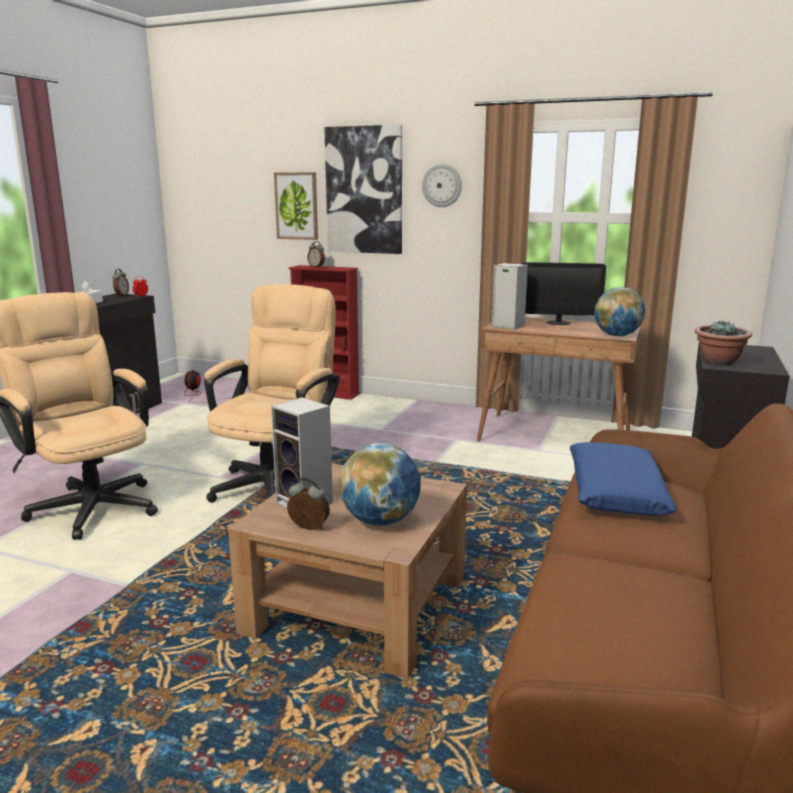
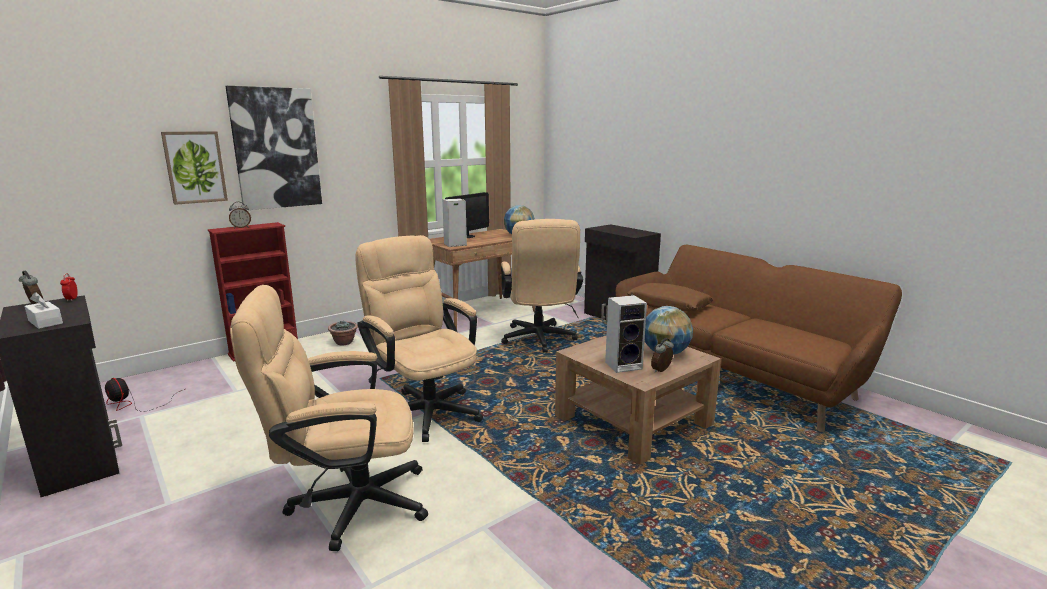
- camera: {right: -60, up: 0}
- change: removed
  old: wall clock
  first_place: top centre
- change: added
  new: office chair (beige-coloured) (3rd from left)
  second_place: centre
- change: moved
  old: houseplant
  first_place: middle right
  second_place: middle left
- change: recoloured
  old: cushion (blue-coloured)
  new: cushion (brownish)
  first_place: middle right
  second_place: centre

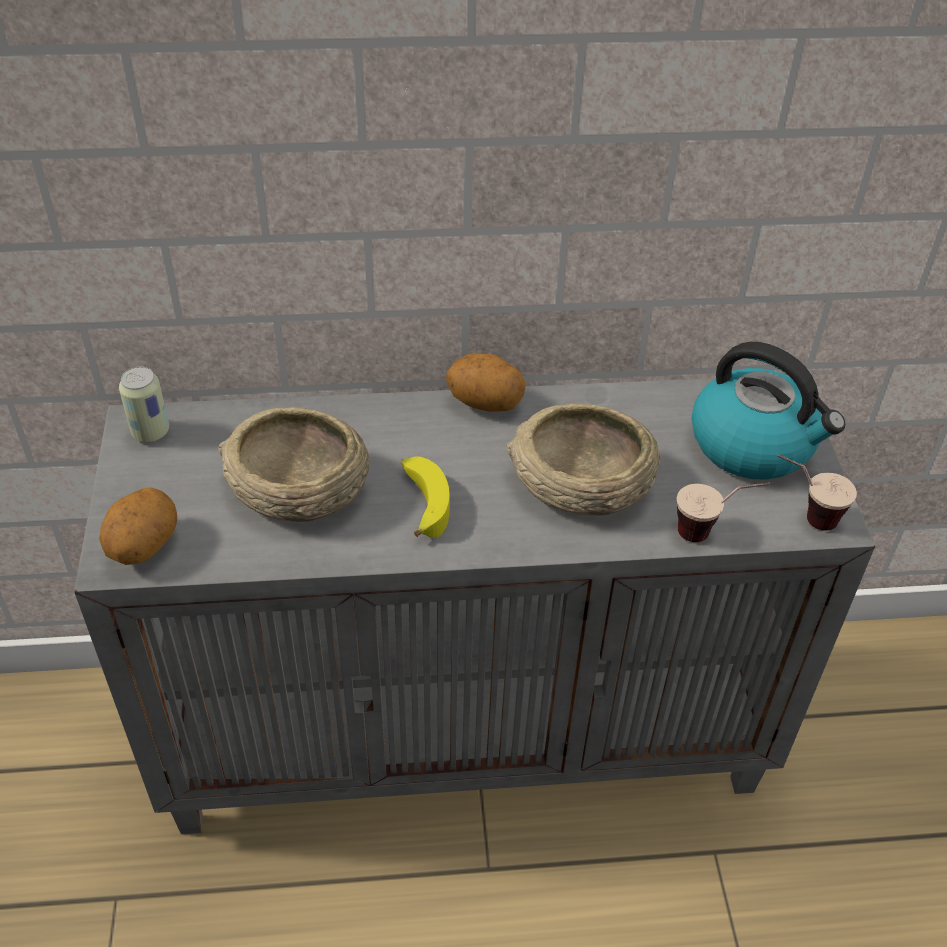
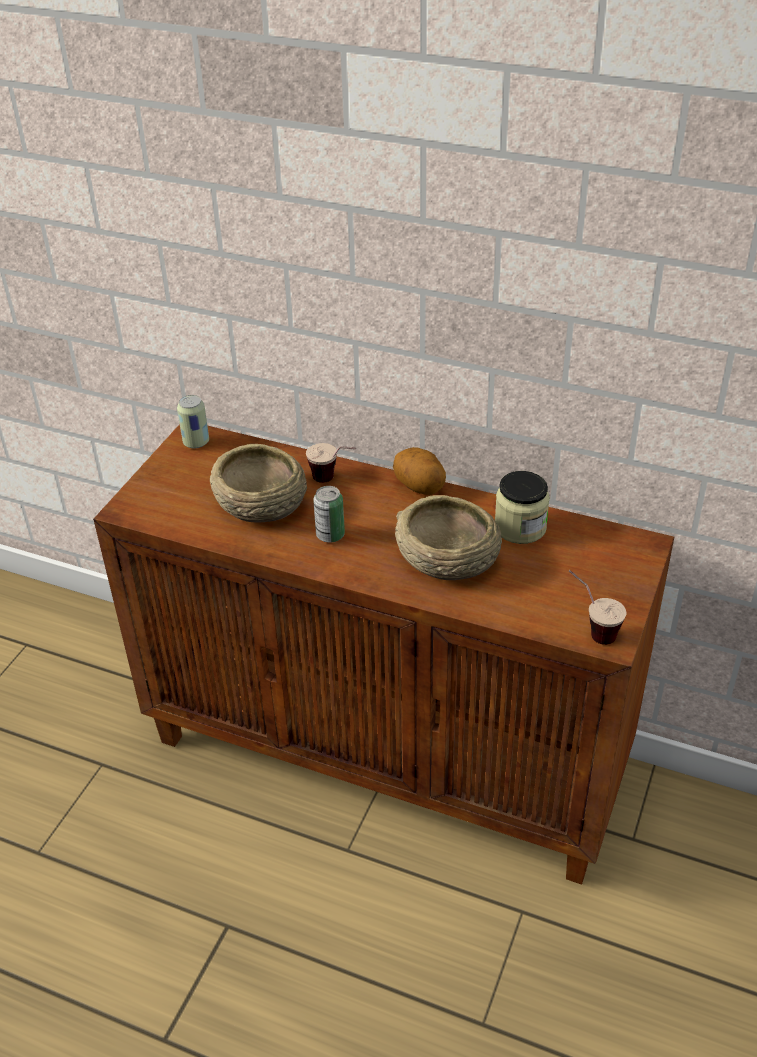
- camera: {right: 30, up: -5}
- change: removed
  old: whole potato (1st from left)
  first_place: middle left
- change: removed
  old: kettle
  first_place: middle right
- change: added
  new: storage jar
  second_place: middle right
- change: moved
  old: small cup (1st from left)
  first_place: middle right
  second_place: centre
- change: replaced
  old: whole banana
  new: can (2nd from left)
  first_place: centre
  second_place: centre
- change: recoloured
  old: storage cabinet (greyish)
  new: storage cabinet (brownish)
  first_place: centre
  second_place: centre

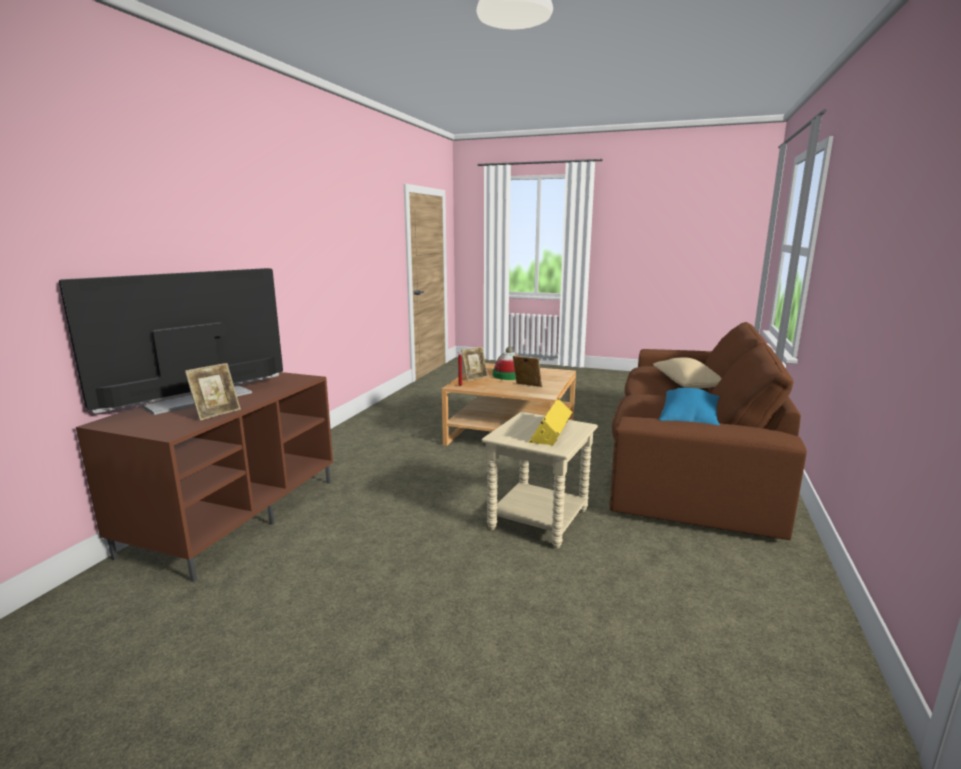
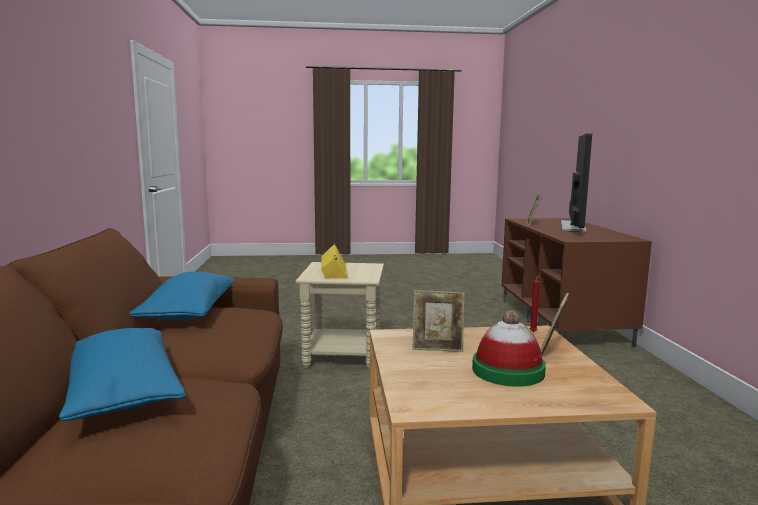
- camera: {right: 155, up: -5}
- change: recoloured
  old: cushion (beige-coloured)
  new: cushion (blue-coloured) (1st from left)
  first_place: middle right
  second_place: bottom left

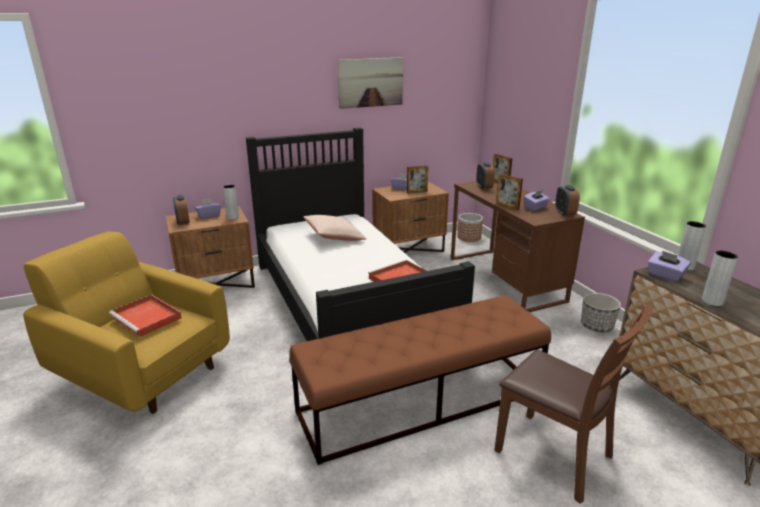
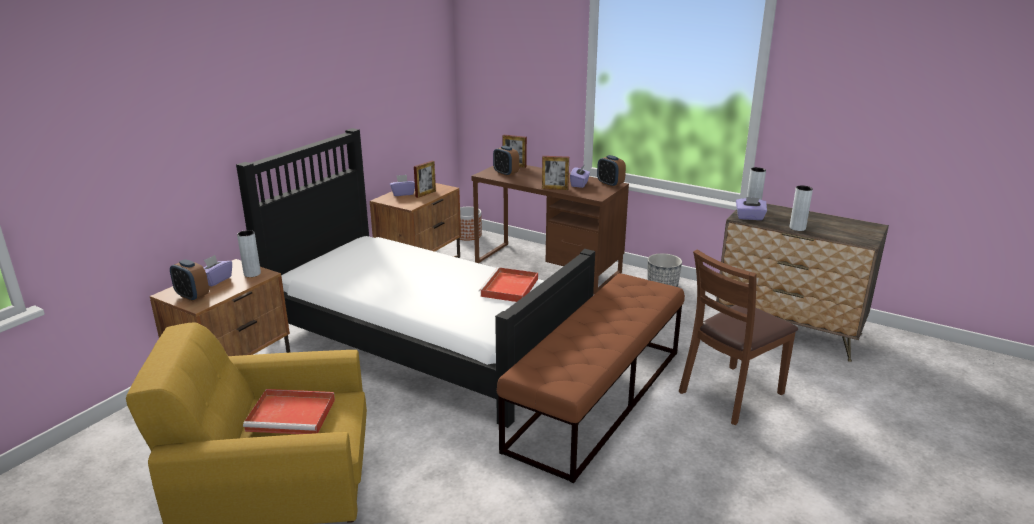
- camera: {right: -35, up: 0}
- change: removed
  old: cushion (beige-coloured)
  first_place: centre
- change: removed
  old: picture
  first_place: top centre
- change: turned
  old: upright chair (brownish)
  first_place: bottom right
  second_place: middle right
  degrees: 135

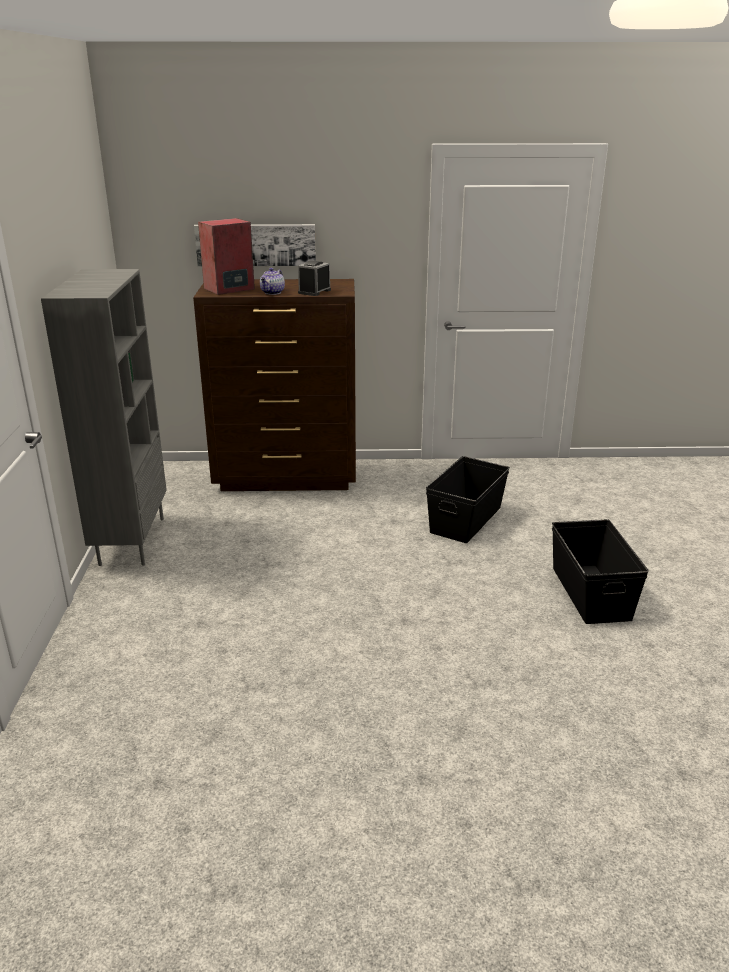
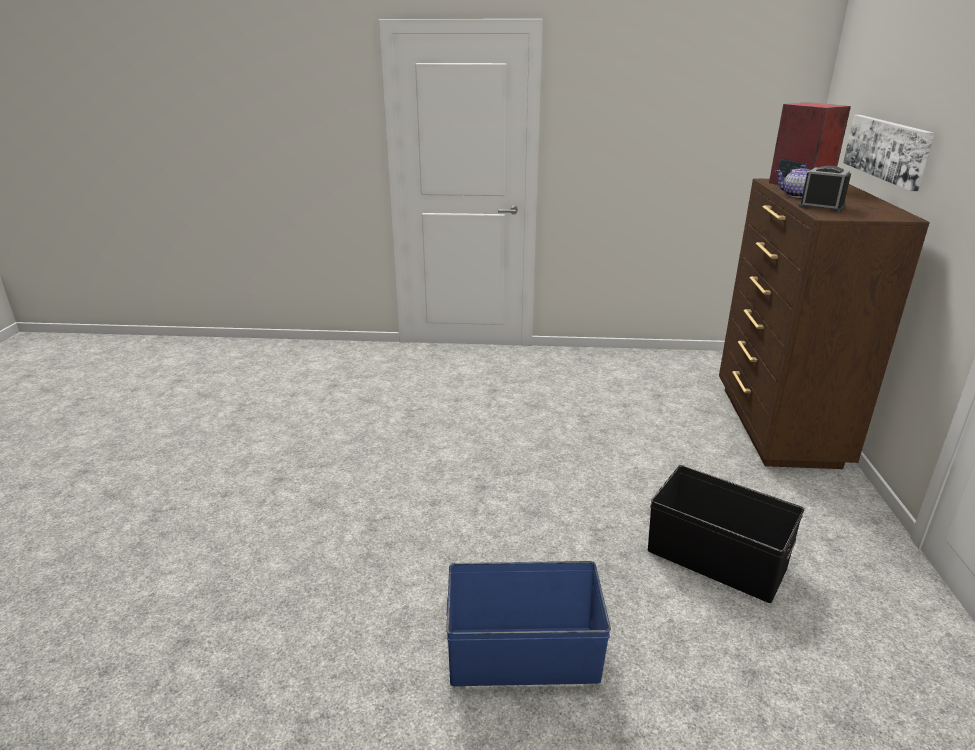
- camera: {right: 95, up: 0}
- change: removed
  old: shelving unit (greyish)
  first_place: middle left
- change: recoloured
  old: storage bin (black-coloured) (2nd from left)
  new: storage bin (blue-coloured)
  first_place: middle right
  second_place: bottom centre

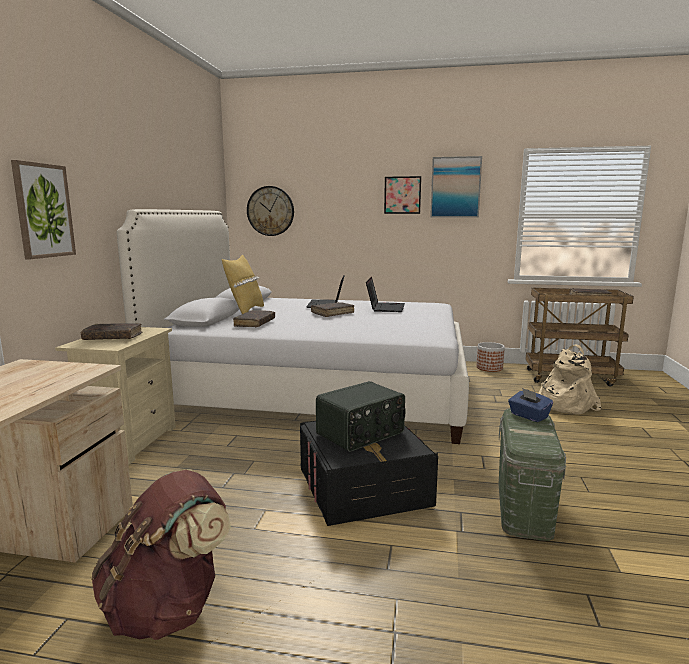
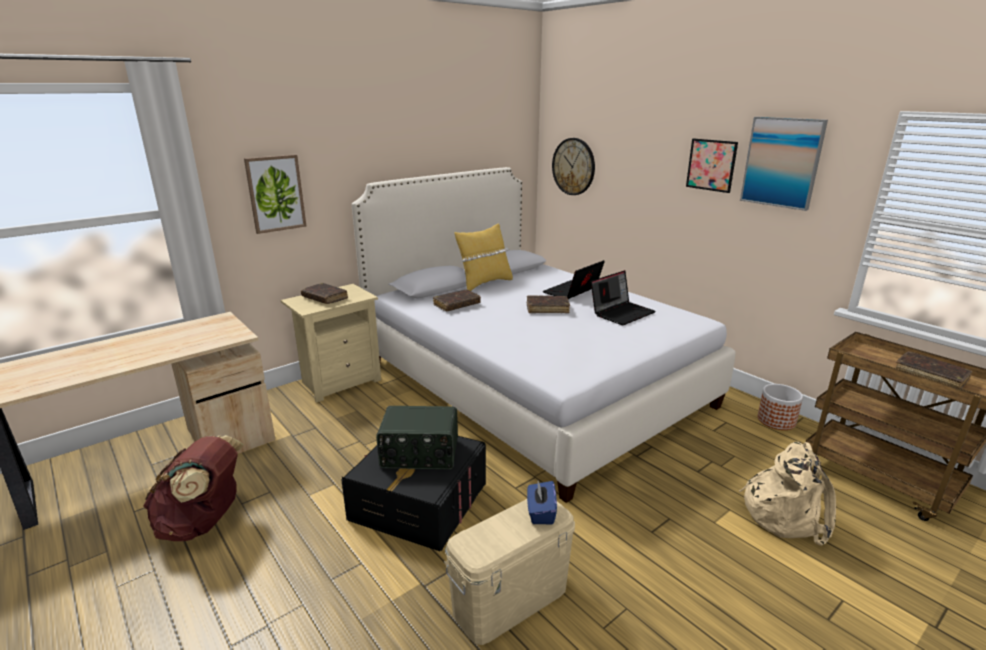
- camera: {right: 40, up: 10}
- change: recoloured
  old: storage bin (green)
  new: storage bin (beige-coloured)
  first_place: bottom right
  second_place: bottom centre

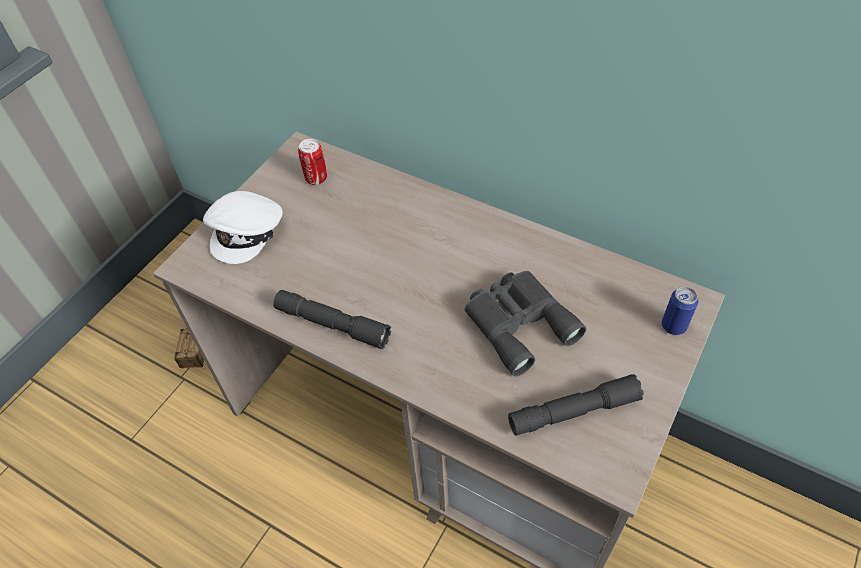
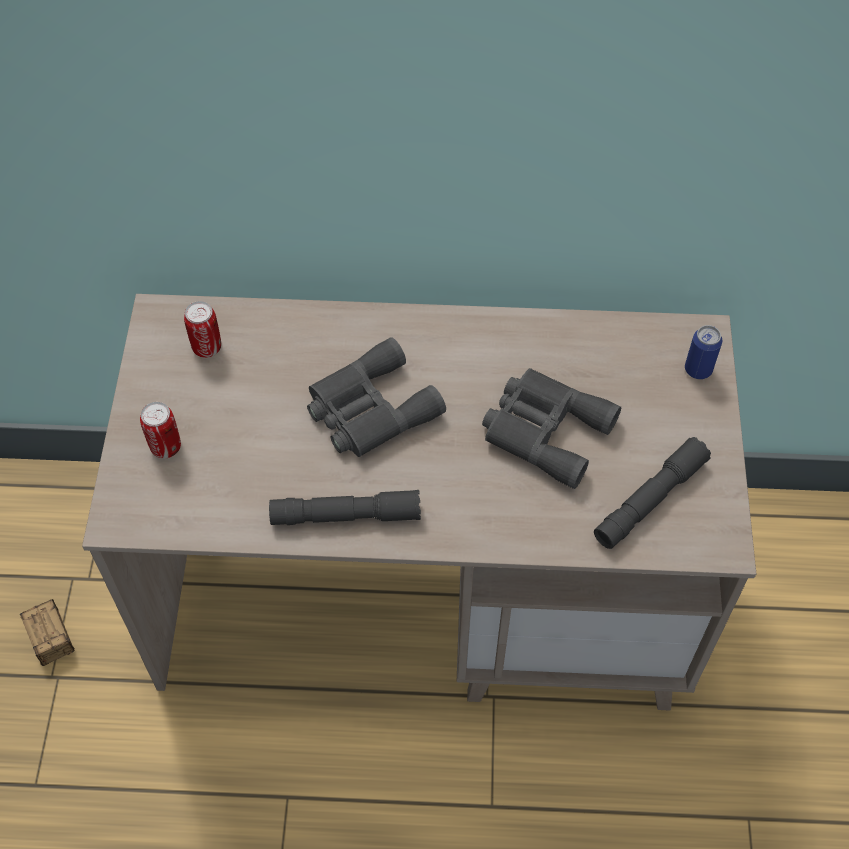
- camera: {right: -30, up: 5}
- change: added
  new: field glasses (greyish) (1st from left)
  second_place: centre
- change: replaced
  old: peaked cap (white-coloured)
  new: can (1st from left)
  first_place: middle left
  second_place: middle left

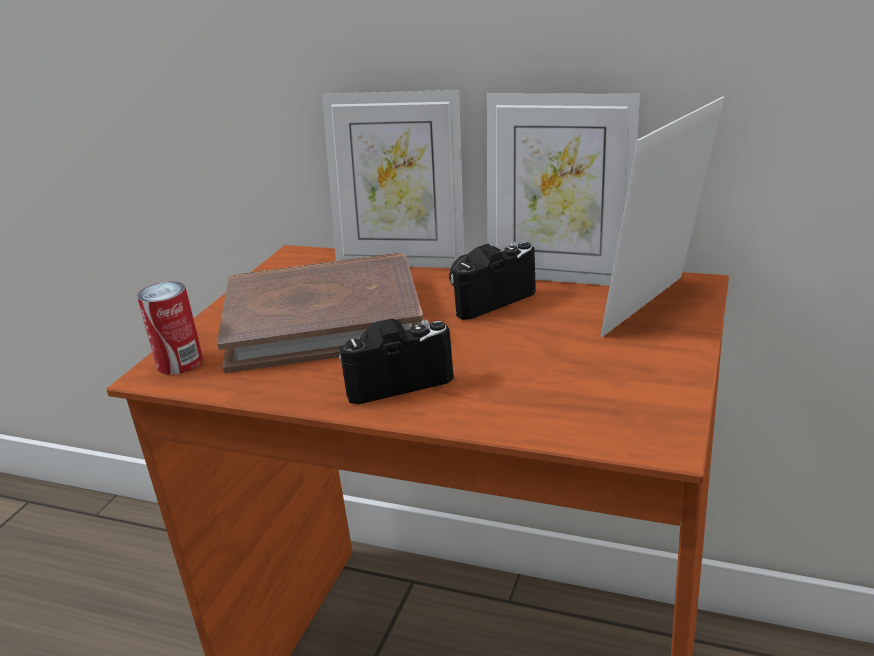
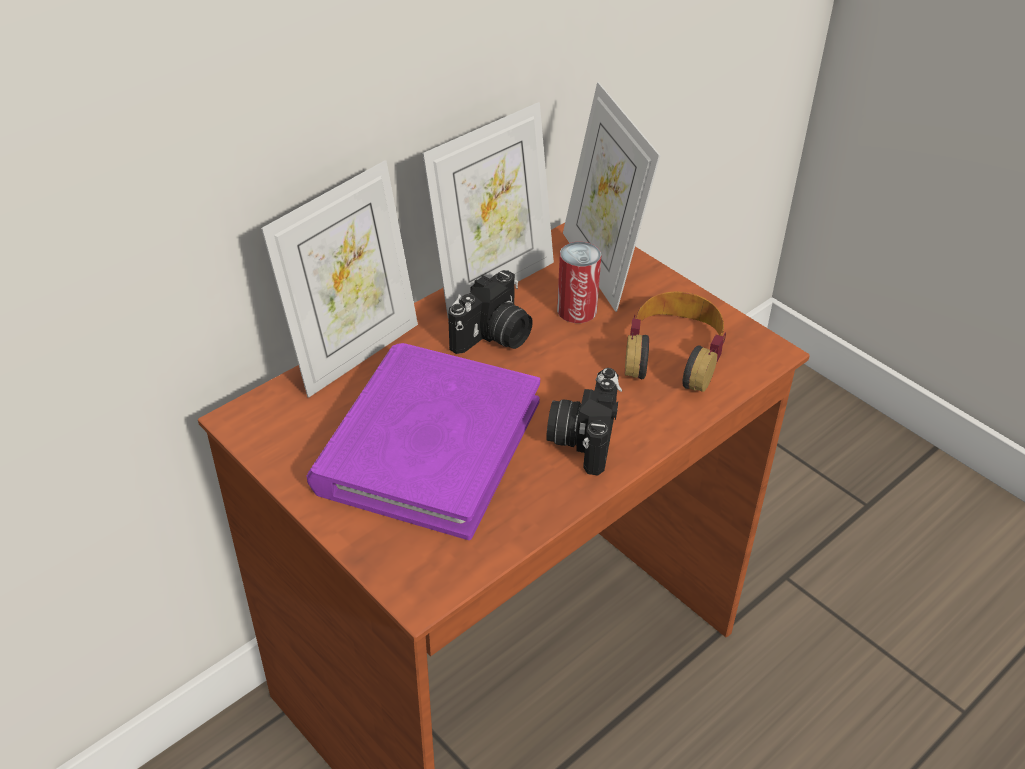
- camera: {right: -65, up: 15}
- change: added
  new: pair of headphones
  second_place: centre
- change: moved
  old: can
  first_place: middle left
  second_place: centre
- change: recoloured
  old: book (brownish)
  new: book (purple)
  first_place: centre
  second_place: centre
- change: turned
  old: photo camera (2nd from left in the first image)
  first_place: centre
  second_place: centre
  degrees: -135

